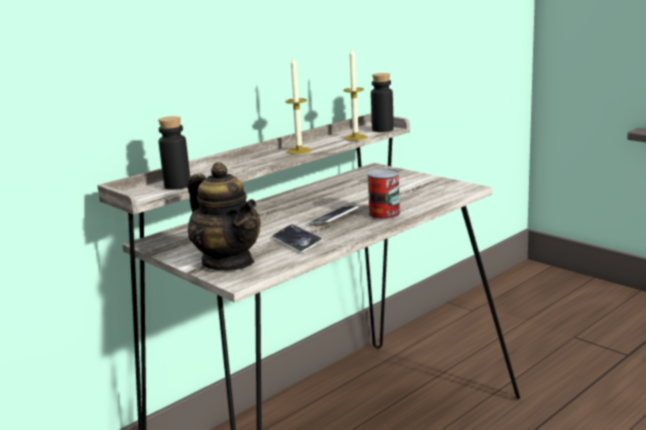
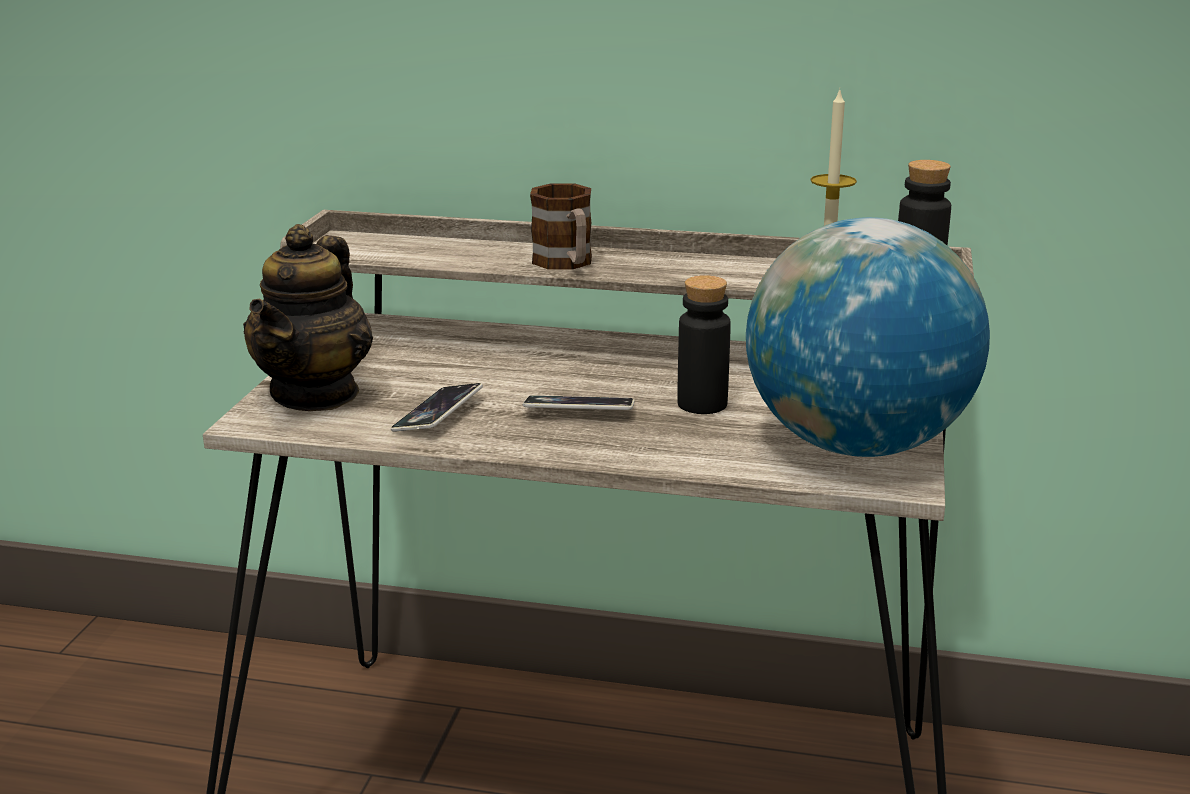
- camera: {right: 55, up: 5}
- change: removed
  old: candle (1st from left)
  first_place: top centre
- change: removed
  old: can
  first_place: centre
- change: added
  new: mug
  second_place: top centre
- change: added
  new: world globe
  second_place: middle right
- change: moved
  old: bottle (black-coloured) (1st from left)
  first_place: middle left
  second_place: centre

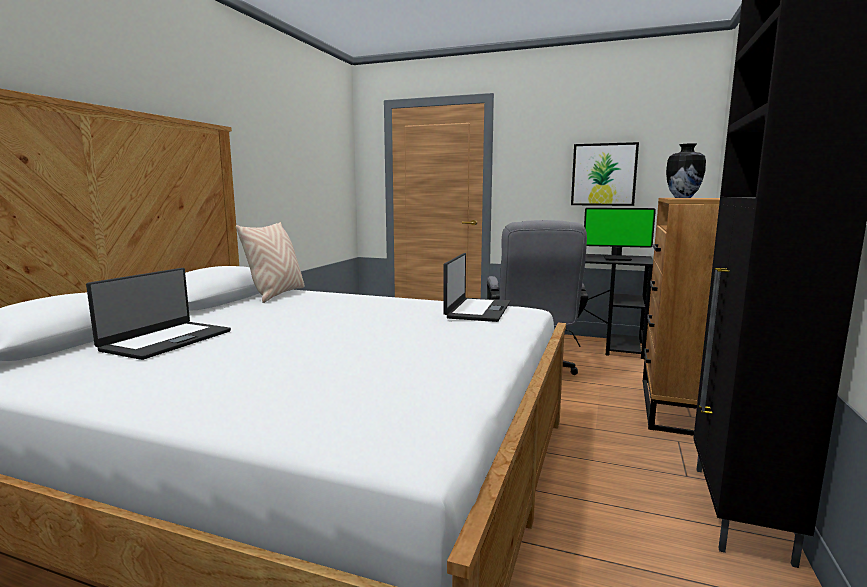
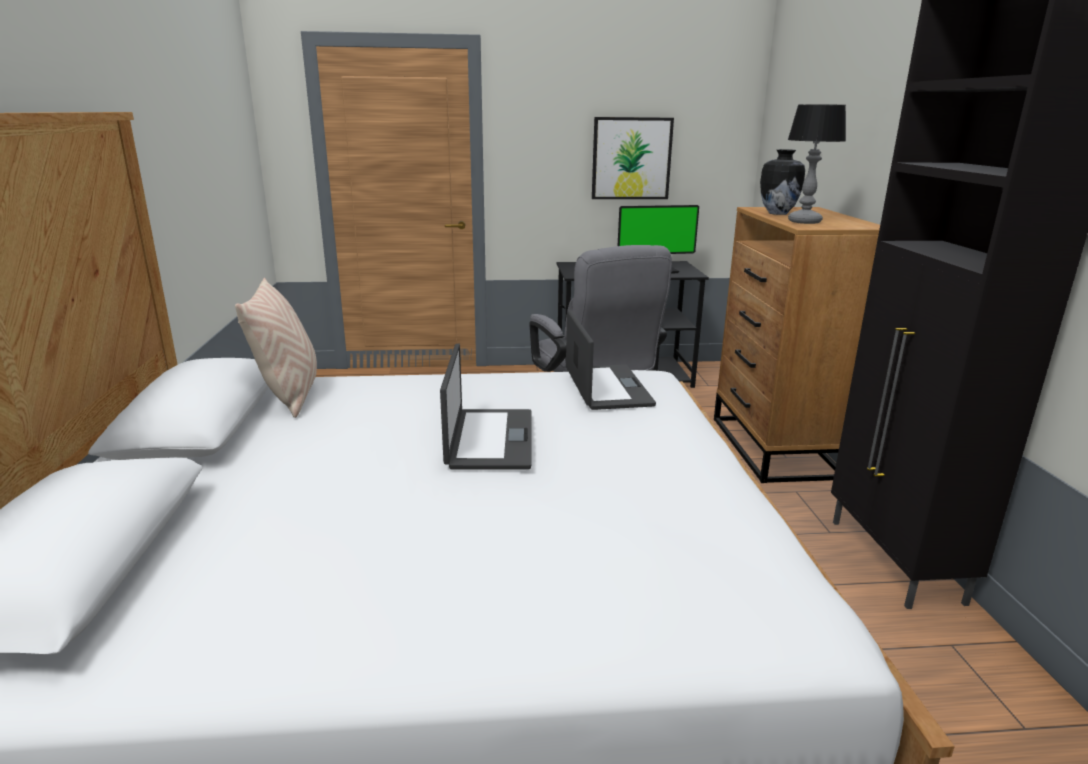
- camera: {right: -25, up: 10}
- change: added
  new: lamp for a table
  second_place: top right
- change: moved
  old: portable computer (1st from left)
  first_place: middle left
  second_place: centre

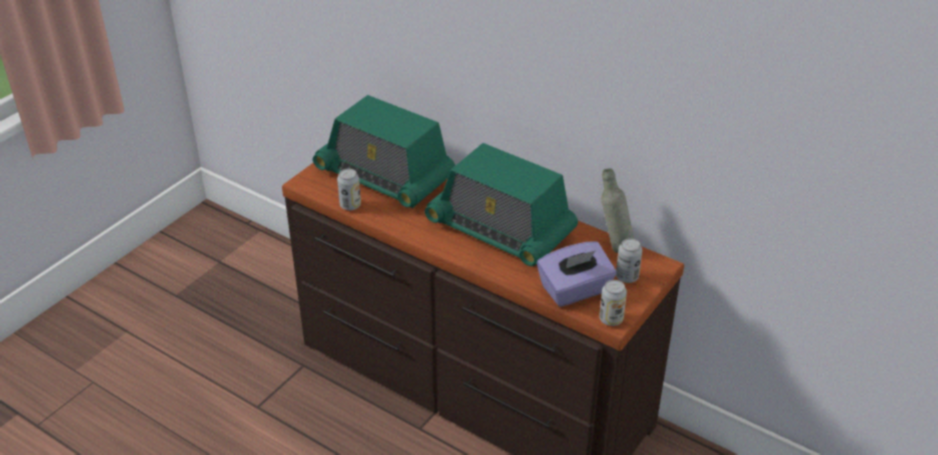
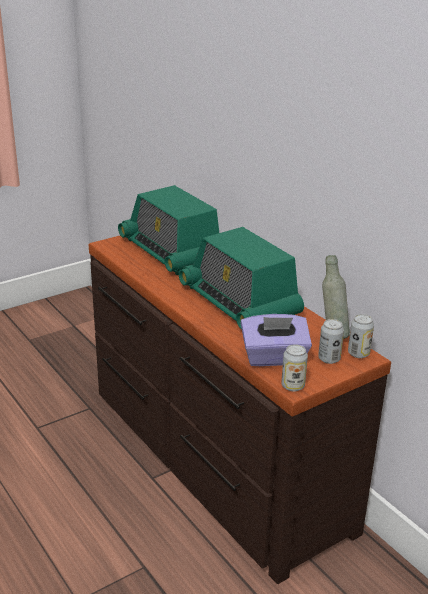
- camera: {right: 20, up: -10}
- change: moved
  old: can (1st from left in the first image)
  new: can (3rd from left)
  first_place: centre
  second_place: middle right

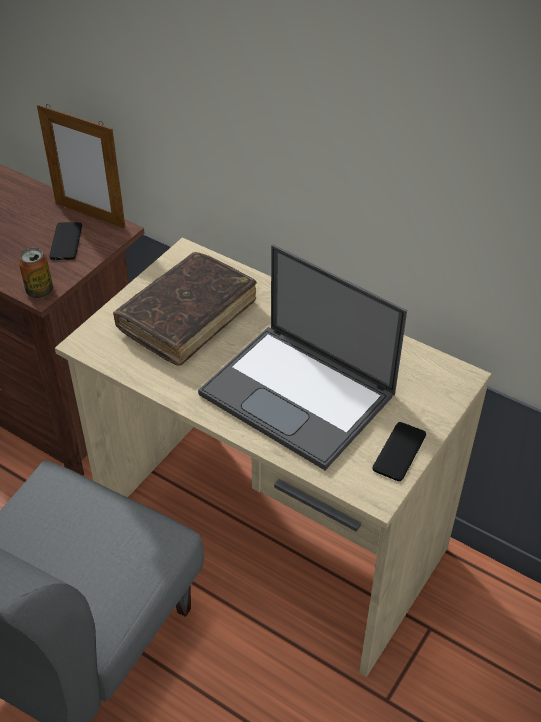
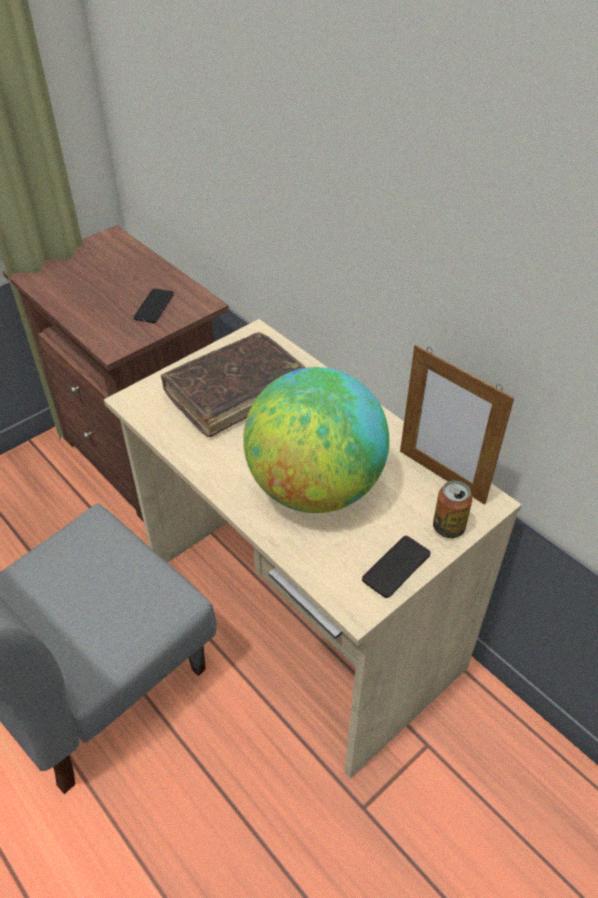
- camera: {right: 15, up: 0}
- change: moved
  old: can
  first_place: middle left
  second_place: middle right
- change: moved
  old: photo frame
  first_place: top left
  second_place: middle right
- change: replaced
  old: portable computer
  new: world globe
  first_place: centre
  second_place: centre

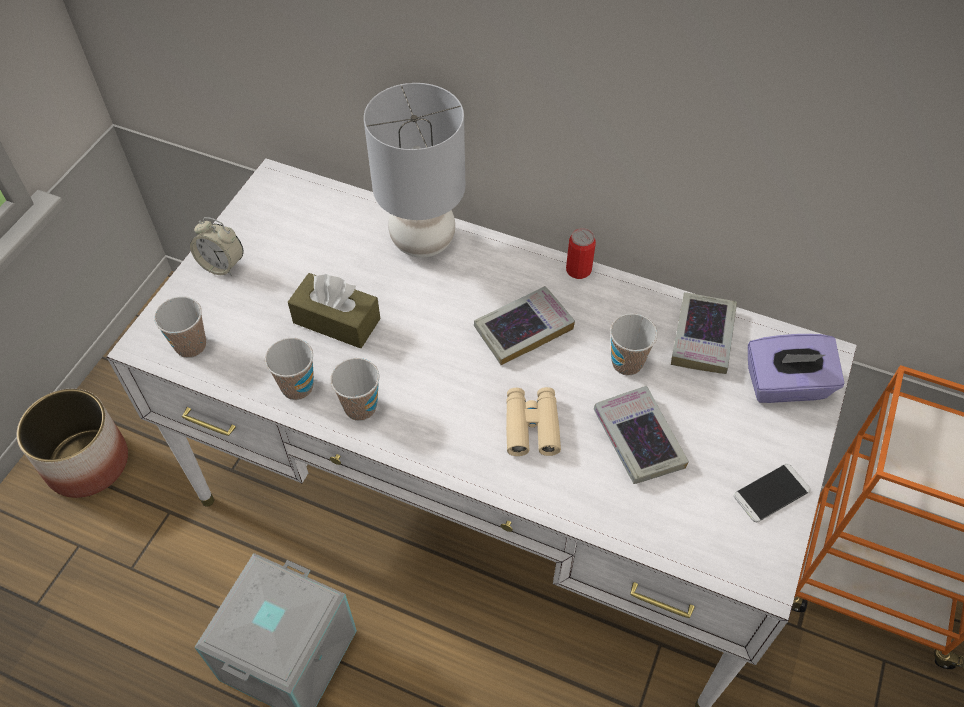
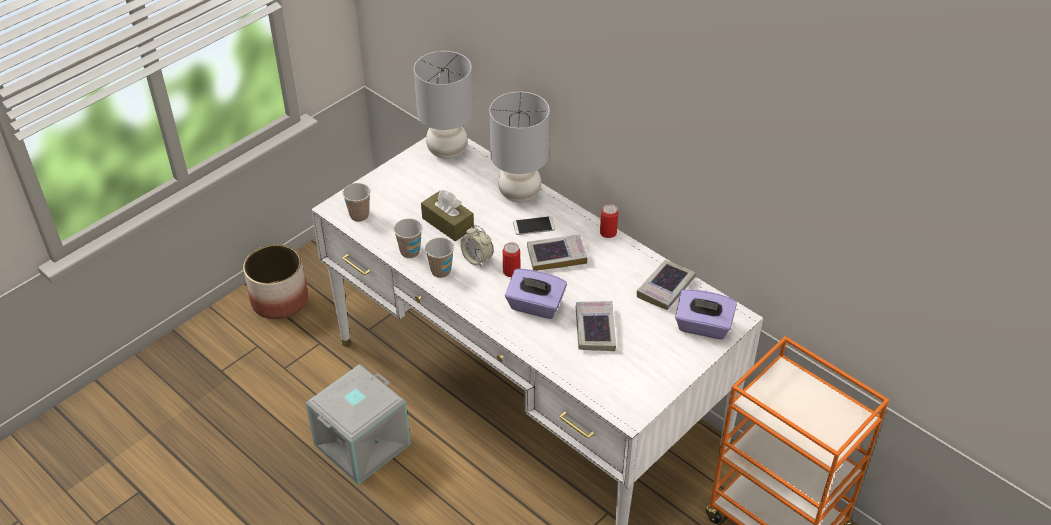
- camera: {right: 20, up: -10}
- change: removed
  old: small cup (4th from left)
  first_place: centre
- change: added
  new: lamp for a table (greyish) (1st from left)
  second_place: top centre
- change: added
  new: can (1st from left)
  second_place: centre
- change: moved
  old: table clock
  first_place: middle left
  second_place: centre
- change: moved
  old: phone
  first_place: bottom right
  second_place: centre
- change: replaced
  old: field glasses (beige-coloured)
  new: tissue holder (purple) (1st from left)
  first_place: centre
  second_place: centre

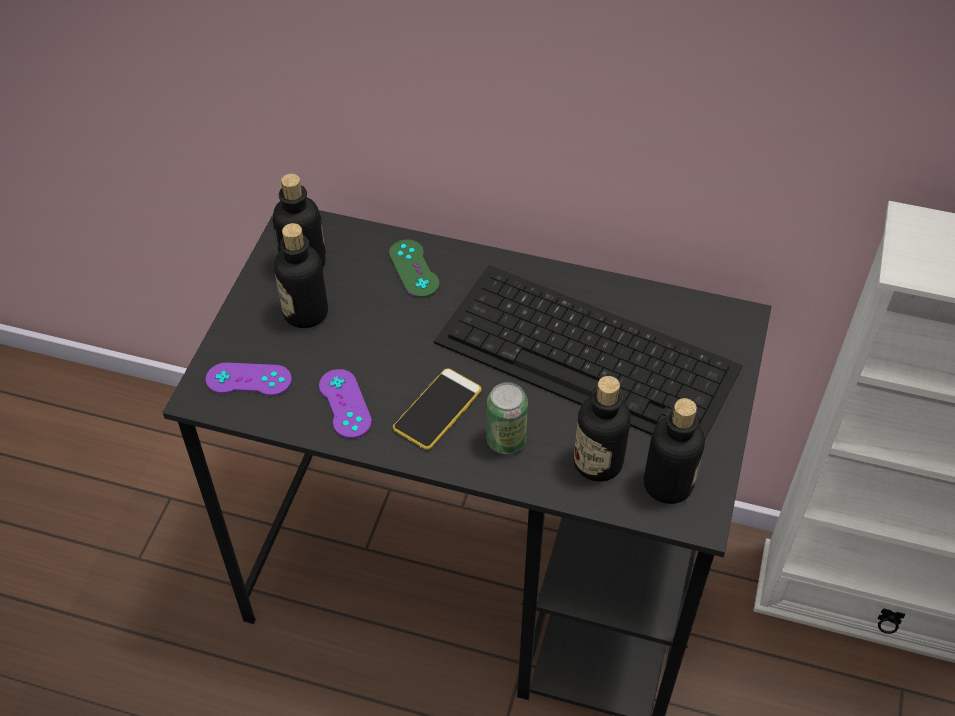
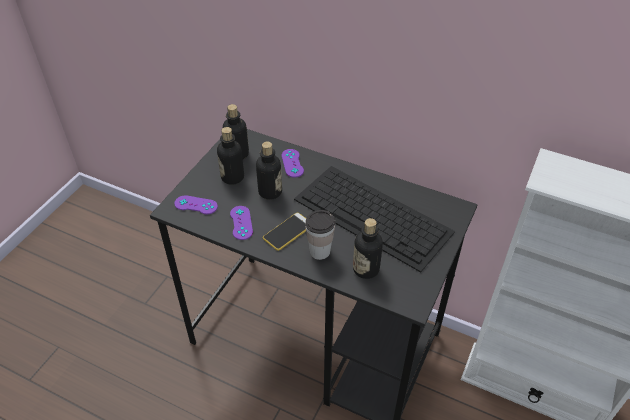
- camera: {right: 10, up: -5}
- change: moved
  old: bottle (4th from left in the first image)
  new: bottle (3rd from left)
  first_place: middle right
  second_place: centre
- change: replaced
  old: can
  new: small cup
  first_place: centre
  second_place: centre
- change: recoloured
  old: gamepad (green)
  new: gamepad (purple) (3rd from left)
  first_place: centre
  second_place: centre

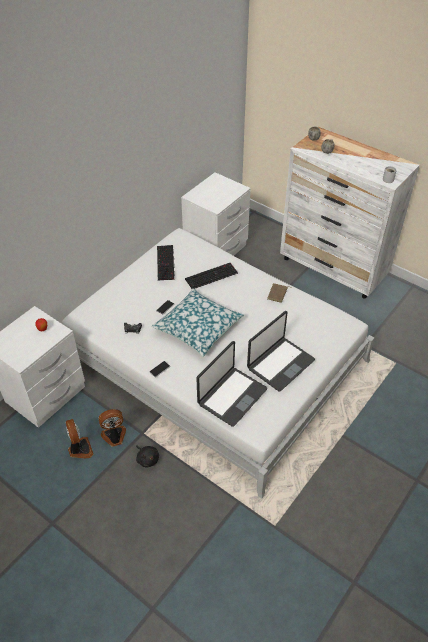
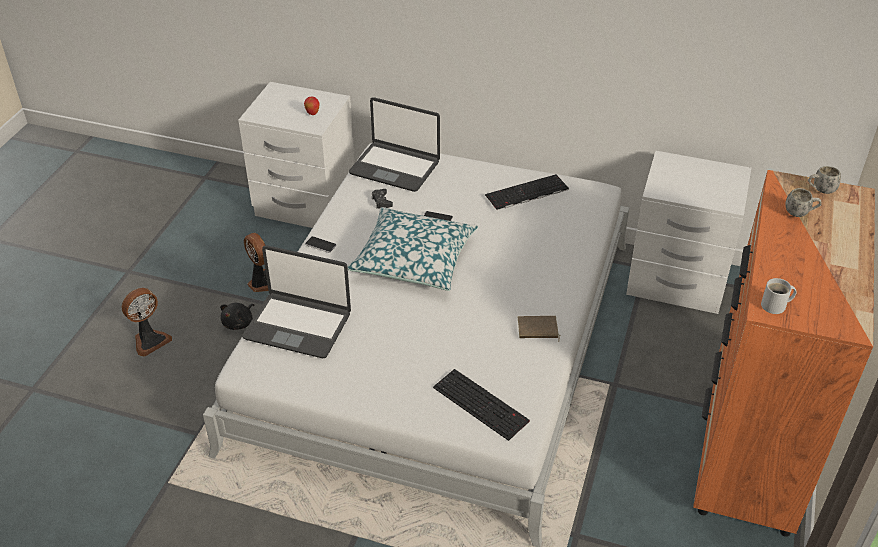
- camera: {right: 70, up: -5}
- change: moved
  old: cooling fan (1st from left)
  first_place: bottom left
  second_place: middle left
- change: moved
  old: keyboard (2nd from left in the first image)
  new: keyboard (1st from left)
  first_place: centre
  second_place: bottom centre
- change: moved
  old: portable computer (2nd from left)
  first_place: centre
  second_place: top centre
- change: recoloured
  old: chest of drawers (white-coloured)
  new: chest of drawers (orange-coloured)
  first_place: top right
  second_place: middle right

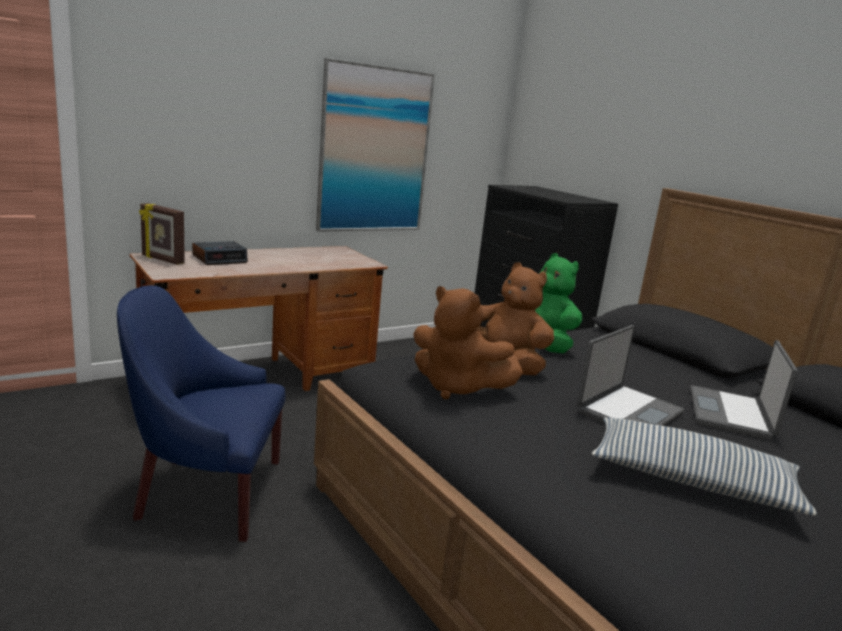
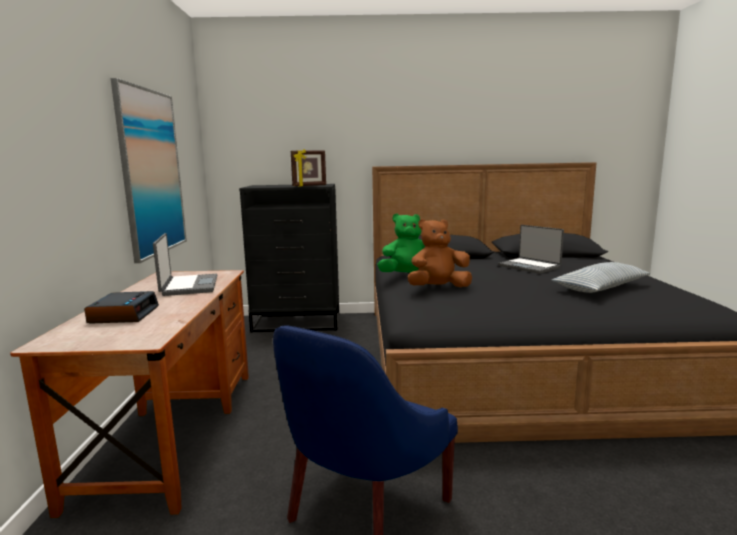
- camera: {right: -55, up: -5}
- change: removed
  old: plush toy (brownish) (1st from left)
  first_place: centre
- change: moved
  old: photo frame
  first_place: middle left
  second_place: top centre
- change: moved
  old: portable computer (1st from left)
  first_place: middle right
  second_place: middle left

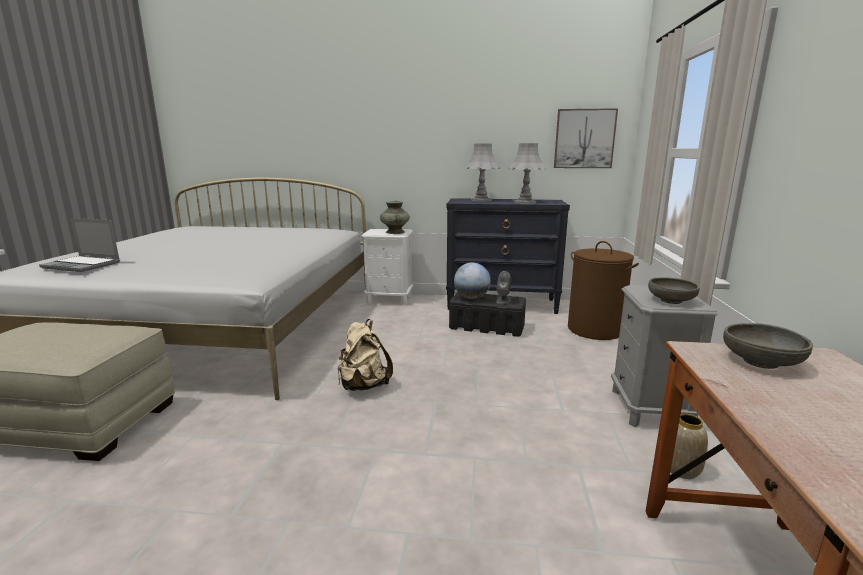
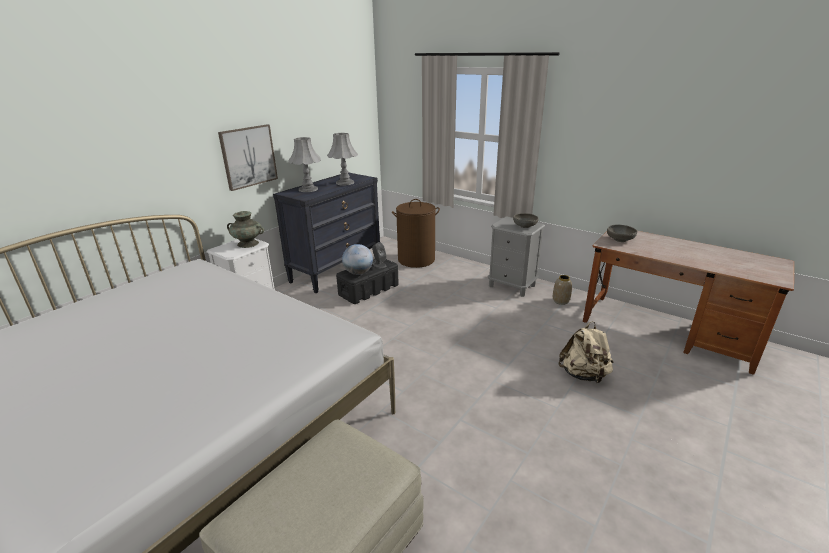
- camera: {right: -60, up: 10}
- change: removed
  old: portable computer
  first_place: middle left
- change: moved
  old: backpack (beige-coloured)
  first_place: centre
  second_place: middle right
- change: moved
  old: picture
  first_place: top right
  second_place: top left

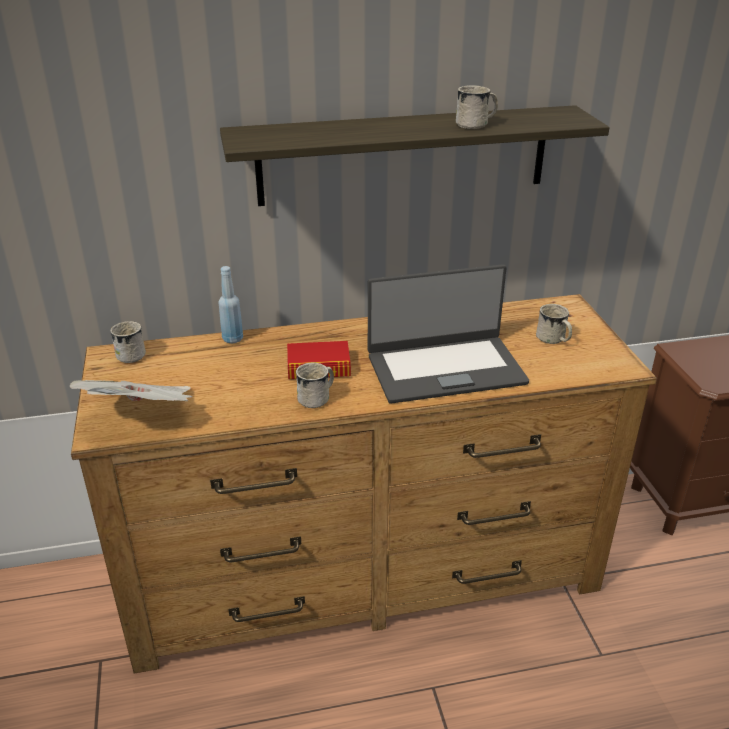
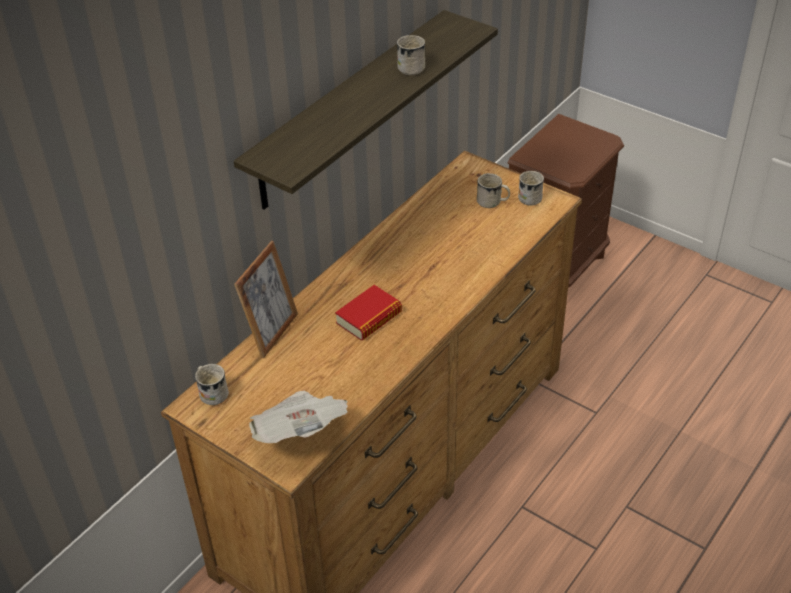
- camera: {right: -40, up: 10}
- change: removed
  old: portable computer
  first_place: centre
- change: moved
  old: mug (white-coloured) (2nd from left in the first image)
  new: mug (white-coloured) (4th from left)
  first_place: centre
  second_place: top right
- change: replaced
  old: bottle (blue-coloured)
  new: photo frame
  first_place: middle left
  second_place: centre

